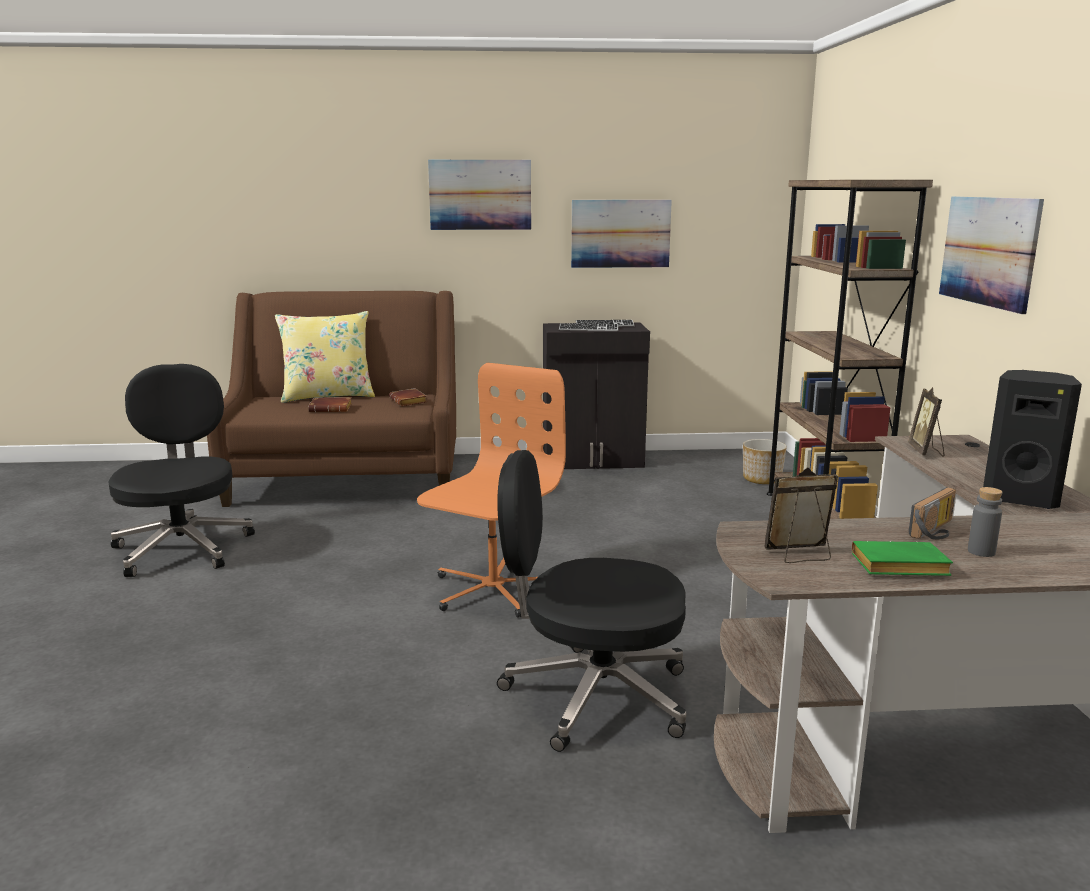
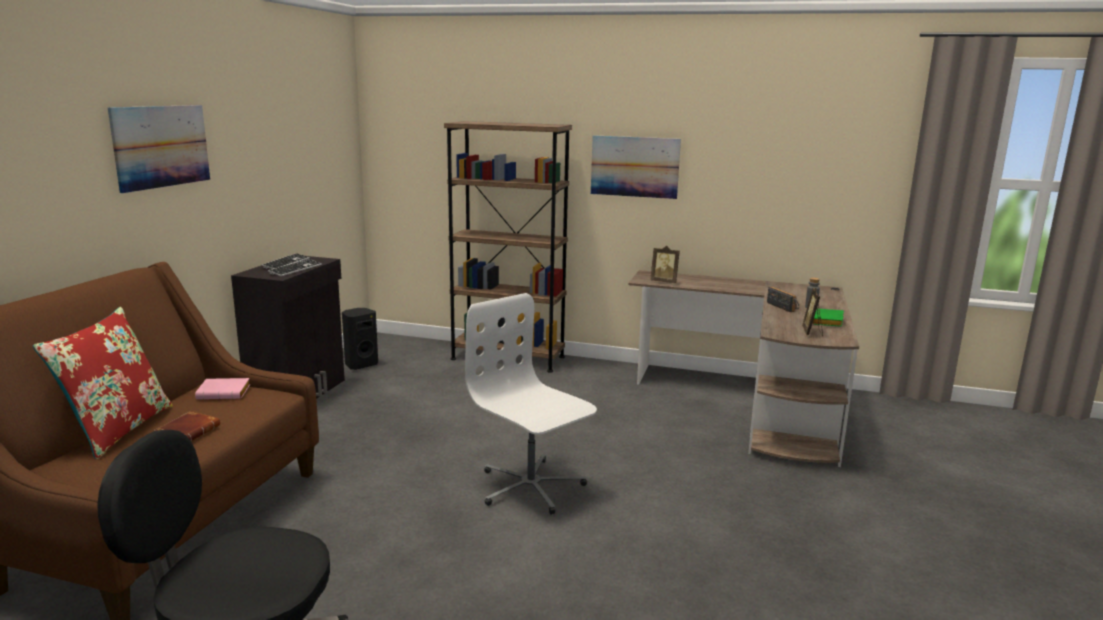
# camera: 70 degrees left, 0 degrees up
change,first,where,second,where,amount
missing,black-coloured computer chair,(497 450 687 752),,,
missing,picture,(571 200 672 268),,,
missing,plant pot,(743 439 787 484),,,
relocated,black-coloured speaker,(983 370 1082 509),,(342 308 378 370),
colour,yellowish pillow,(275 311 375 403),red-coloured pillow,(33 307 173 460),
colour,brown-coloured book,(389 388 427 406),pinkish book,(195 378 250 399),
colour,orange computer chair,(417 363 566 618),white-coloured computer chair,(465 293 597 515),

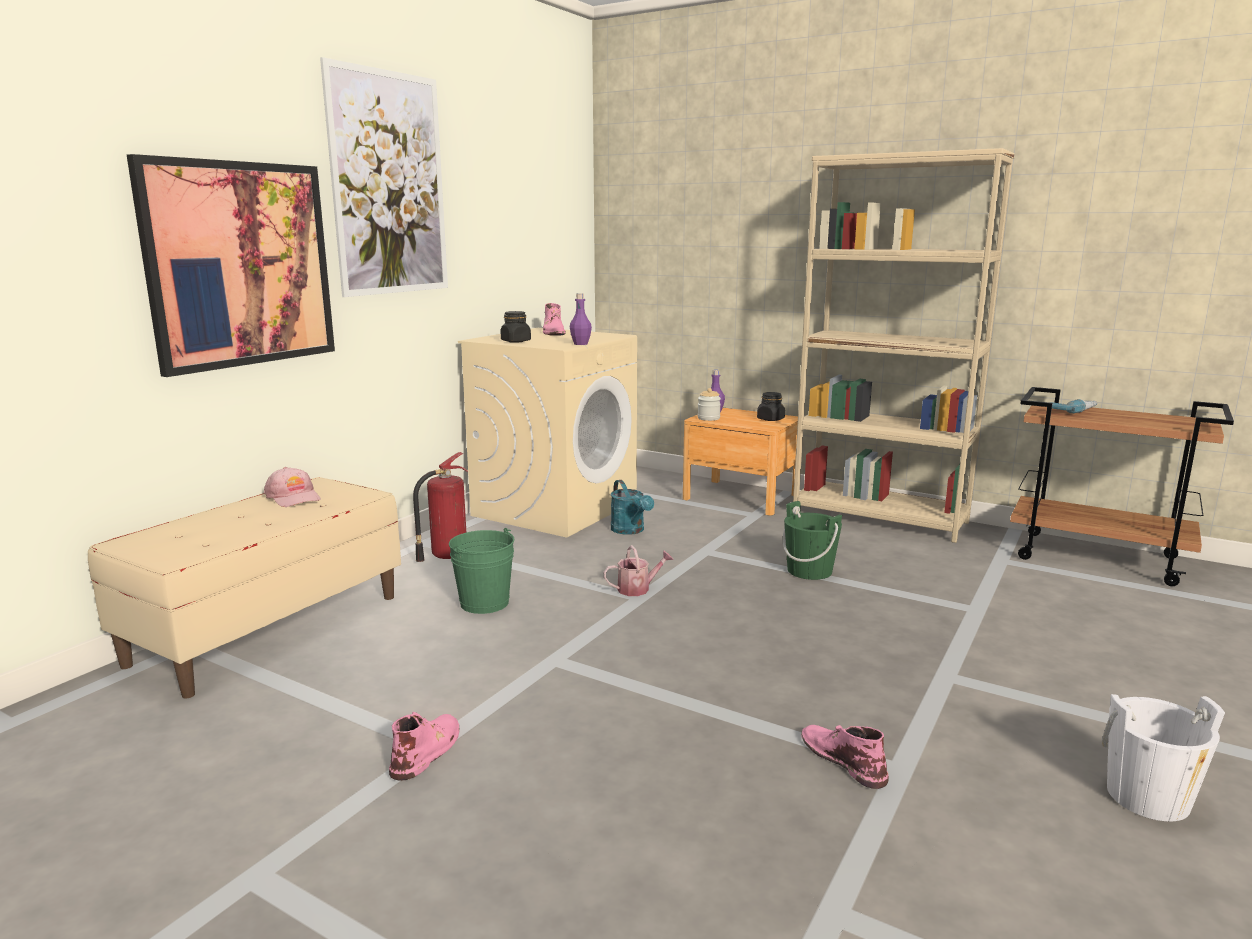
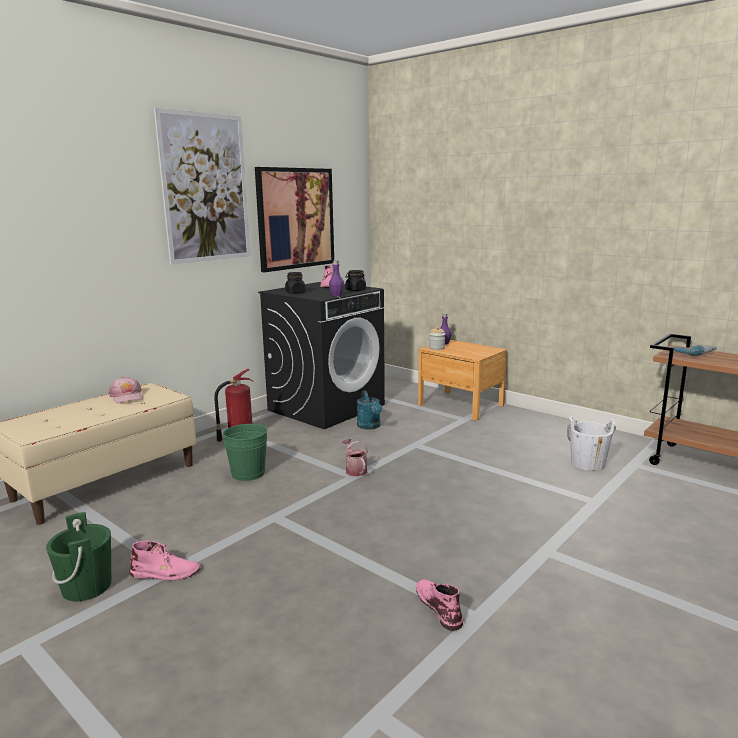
# camera: 10 degrees right, 0 degrees up
change,first,where,second,where,amount
missing,beige-coloured bookshelf,(793 148 1015 543),,,
relocated,picture,(127 154 335 377),,(255 167 334 272),
relocated,black-coloured storage jar,(757 392 785 421),,(345 270 366 291),
relocated,greenish bucket,(783 501 842 580),,(46 512 111 601),
relocated,white-coloured bucket,(1102 694 1225 821),,(567 416 616 471),
colour,beige-coloured laundry machine,(458 328 637 537),black-coloured laundry machine,(258 282 385 429),
spun,pinkish high-top boot,(389 712 459 781),,(129 541 201 580),60 degrees clockwise
spun,watering can,(603 545 674 596),,(342 439 368 476),105 degrees counterclockwise

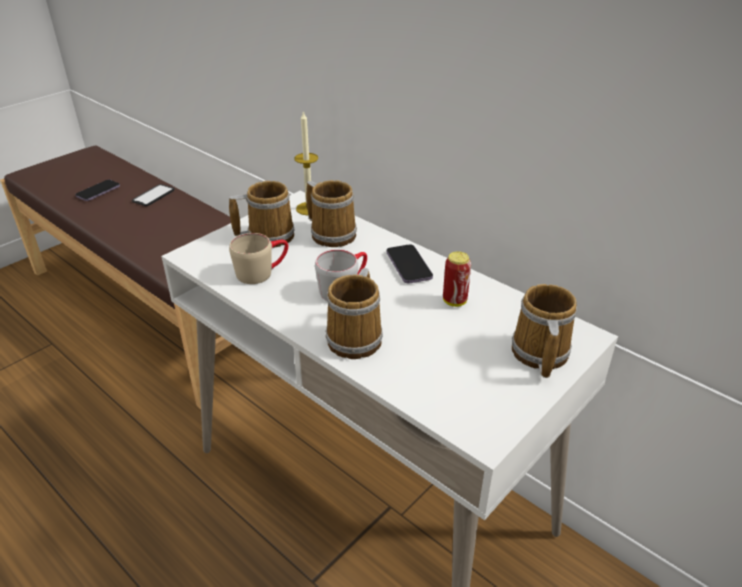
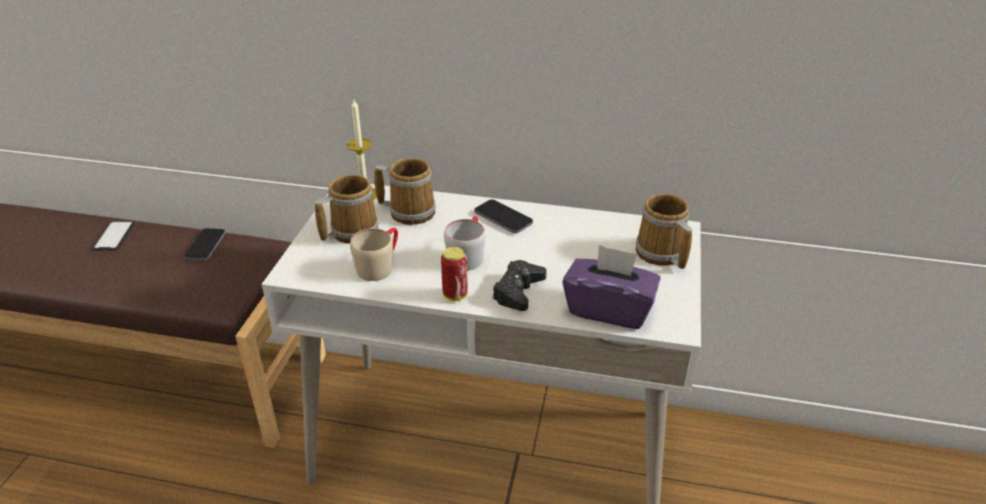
# camera: 30 degrees left, 0 degrees up
change,first,where,second,where,amount
appeared,,,purple-coloured box of tissues,(562 245 660 329),
relocated,handset,(75 180 120 201),,(184 228 226 260),
relocated,sealed can,(443 251 471 307),,(441 247 468 301),
exchanged,coffee mug,(325 268 383 359),black-coloured gamepad,(492 260 547 311),

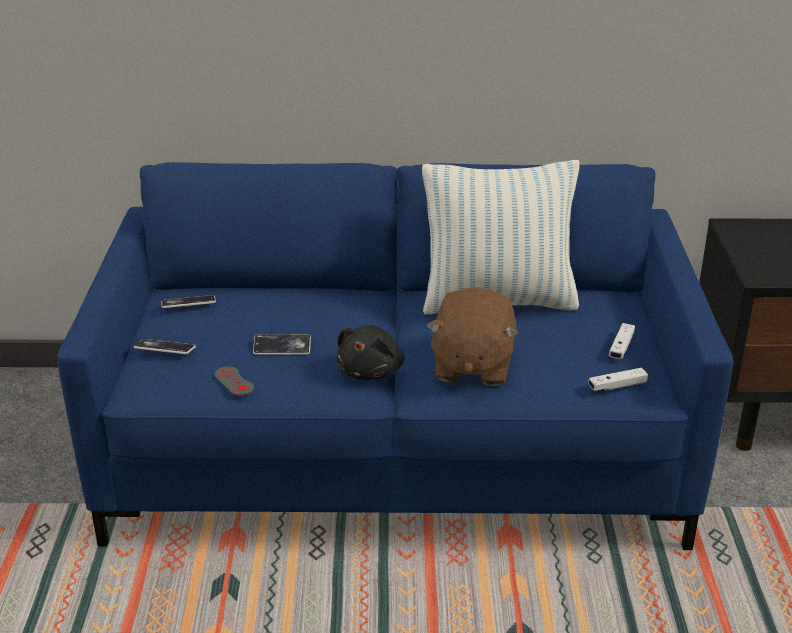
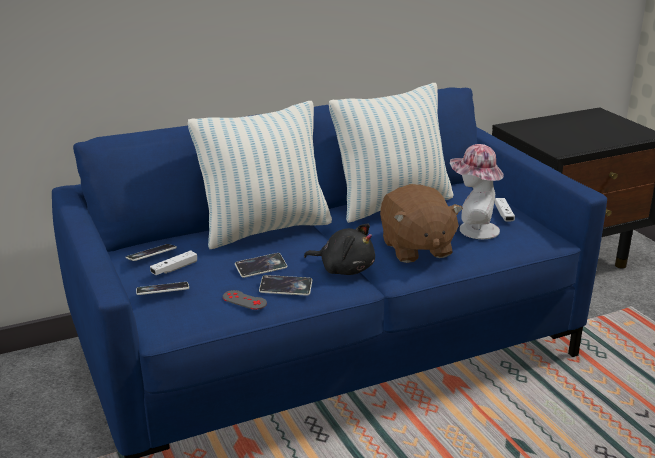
# camera: 25 degrees left, 5 degrees down
change,first,where,second,where,amount
appeared,,,pillow,(188 101 332 249),
appeared,,,handset,(259 275 312 296),
appeared,,,clothing hat,(450 144 504 239),
relocated,white-coloured gamepad,(588 368 648 391),,(150 250 197 275),
spun,black-coloured cuddly toy,(336 325 404 380),,(304 223 375 275),60 degrees counterclockwise

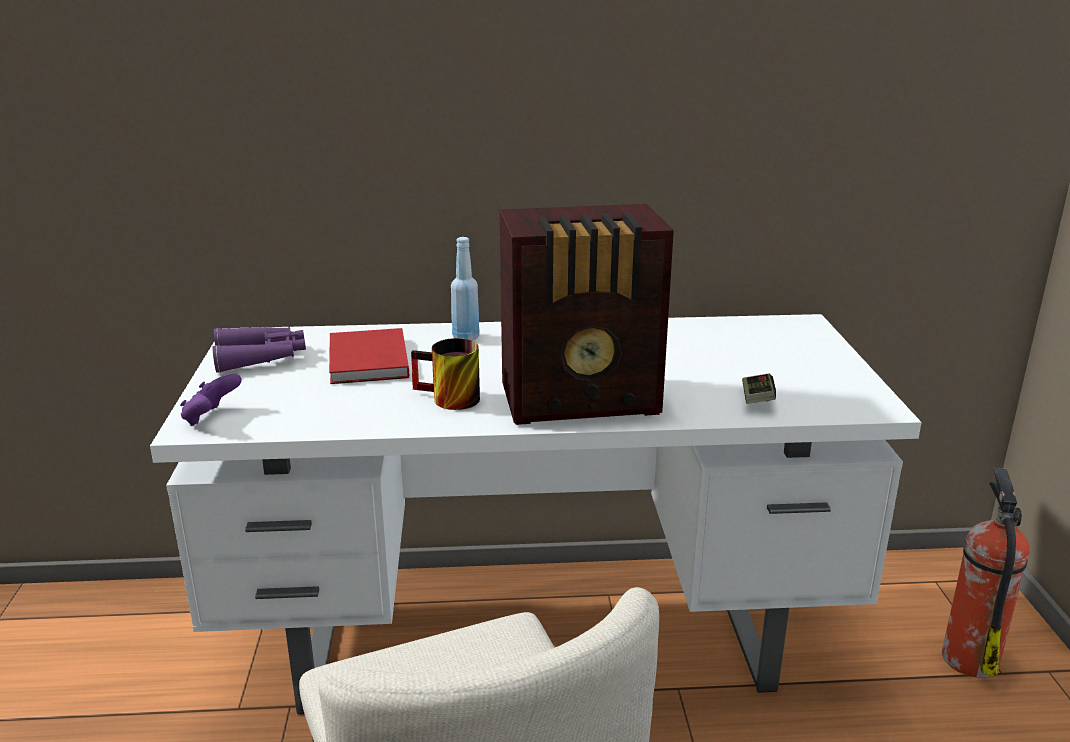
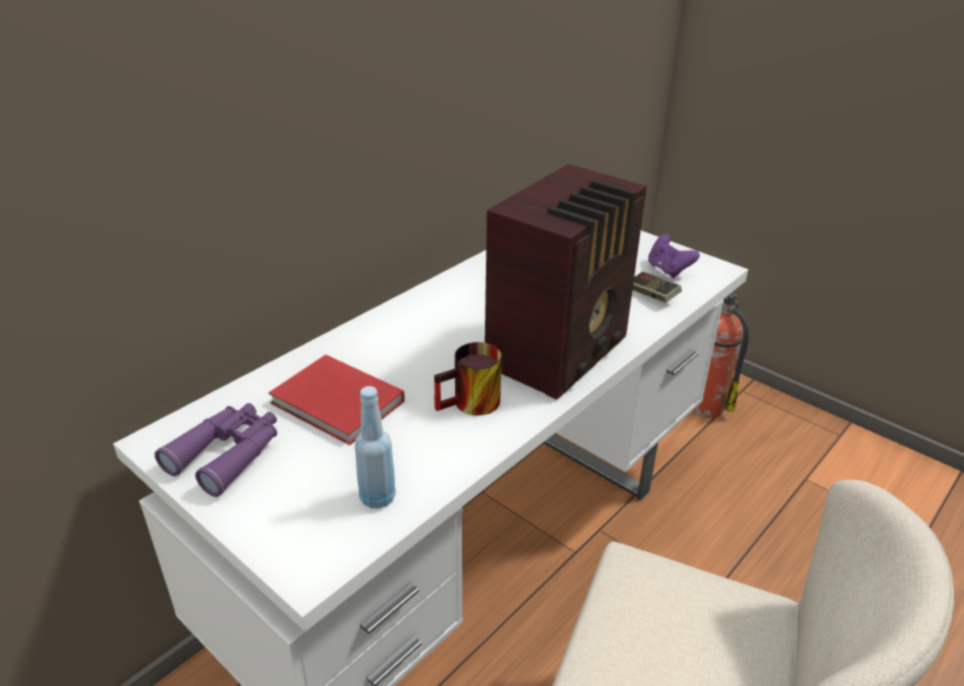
# camera: 45 degrees left, 10 degrees up
change,first,where,second,where,amount
relocated,purple-coloured gamepad,(180 373 242 426),,(648 234 700 278),
relocated,blue-coloured bottle,(451 237 479 340),,(355 386 396 509),

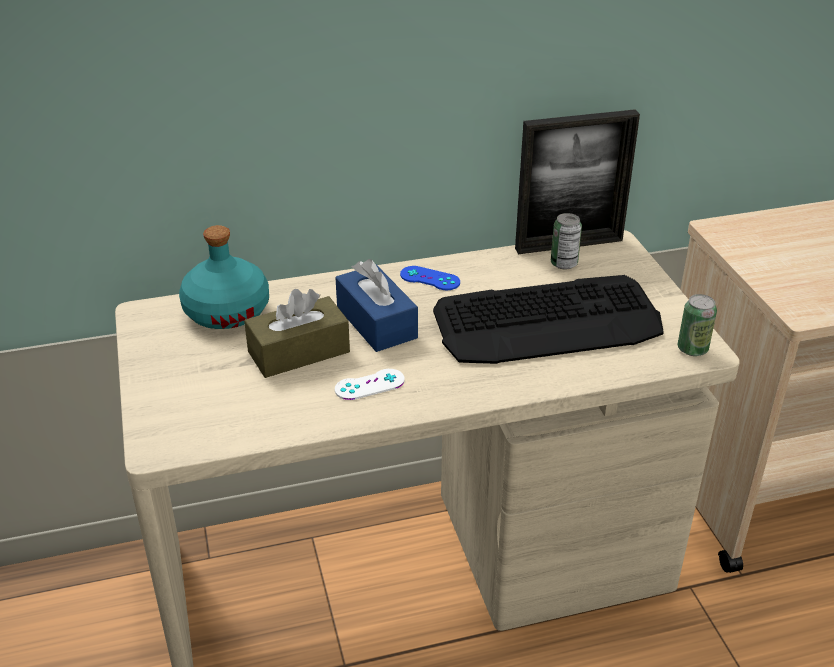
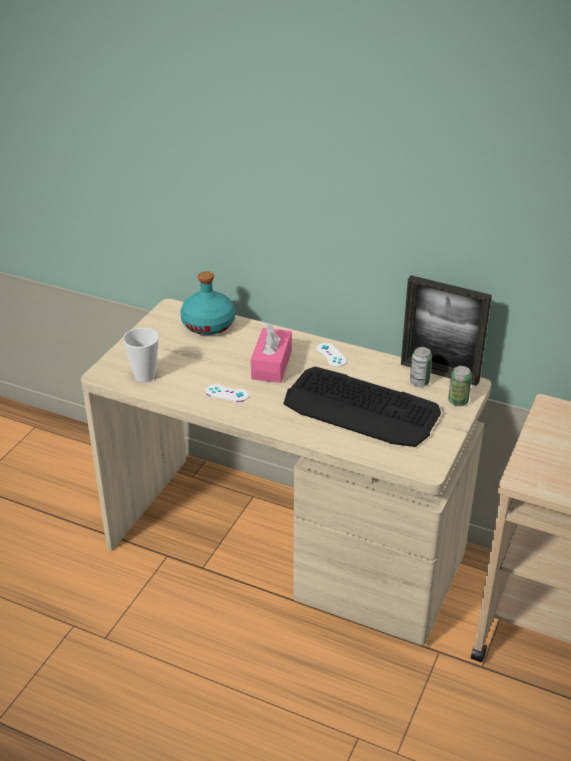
# camera: 40 degrees right, 0 degrees up
change,first,where,second,where,amount
missing,brown-coloured box of tissues,(244 289 350 378),,,
appeared,,,cup,(123 328 159 382),
relocated,sealed can,(678 294 717 356),,(448 366 472 406),
colour,blue-coloured box of tissues,(335 259 418 352),pinkish box of tissues,(251 323 292 383),
colour,blue-coloured gamepad,(400 266 460 290),white-coloured gamepad,(316 343 347 367),

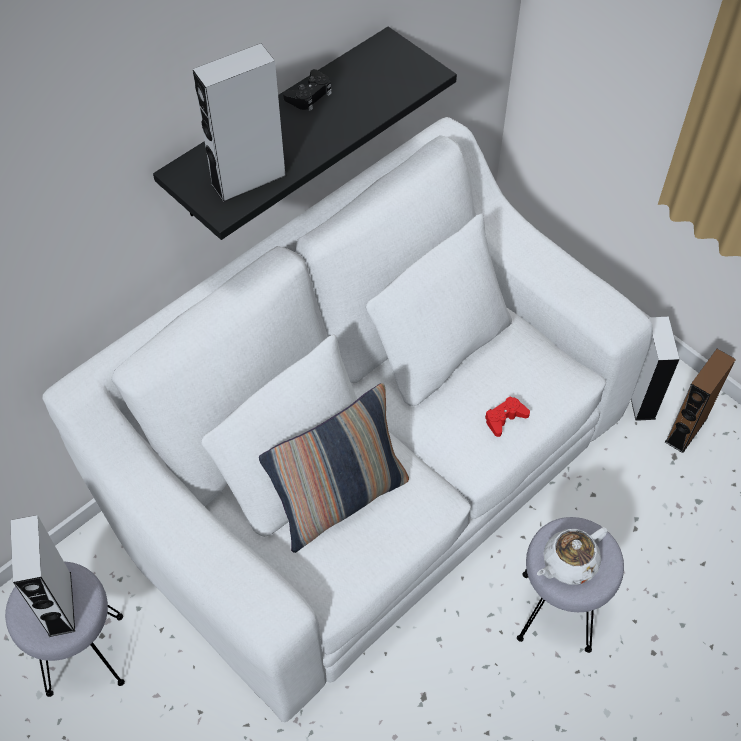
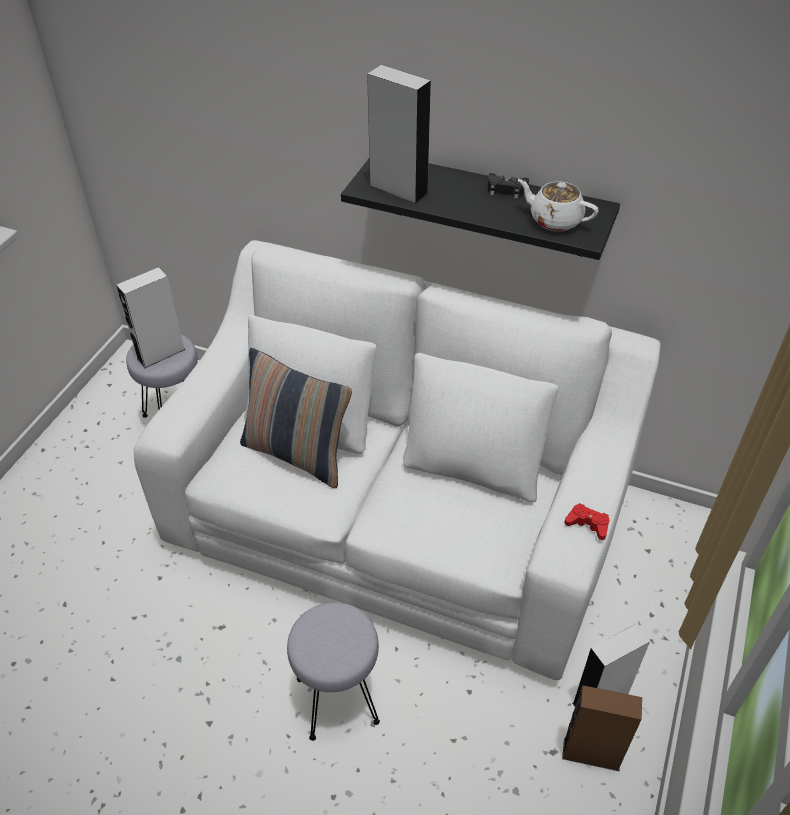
# camera: 65 degrees right, 10 degrees down
change,first,where,second,where,amount
relocated,red-coloured gamepad,(485 396 530 437),,(564 503 609 540),
relocated,white-coloured teapot,(537 527 608 585),,(518 179 599 231),

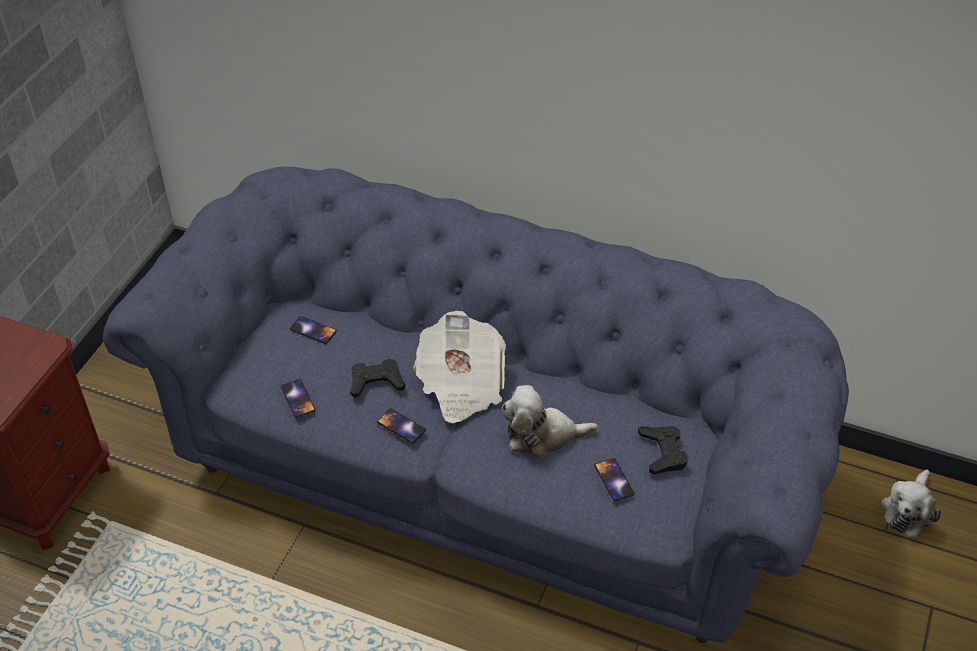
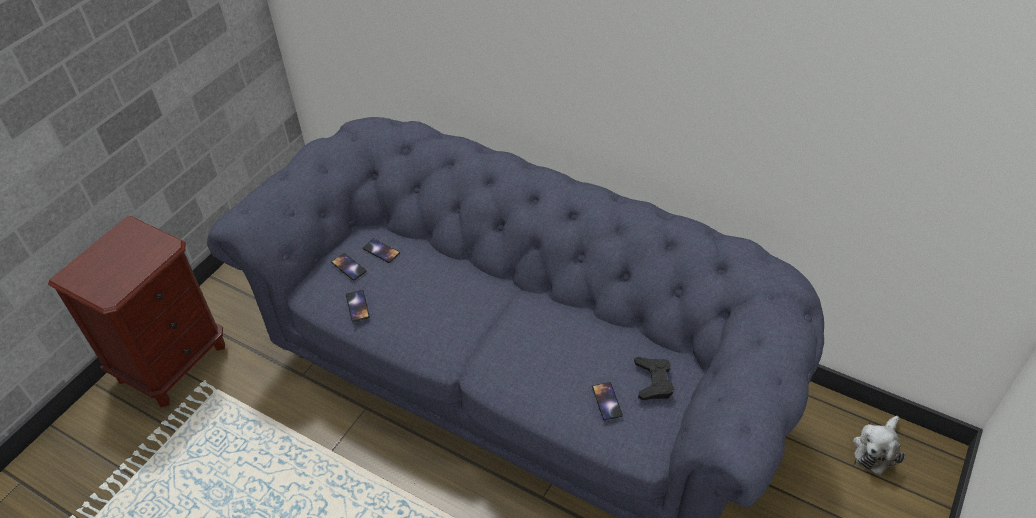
# camera: 10 degrees right, 0 degrees up
change,first,where,second,where,amount
missing,black-coloured gamepad,(350 359 406 398),,,
missing,newspaper,(413 311 506 424),,,
missing,cuddly toy,(502 385 598 458),,,
relocated,handset,(377 408 426 444),,(331 253 367 280),

